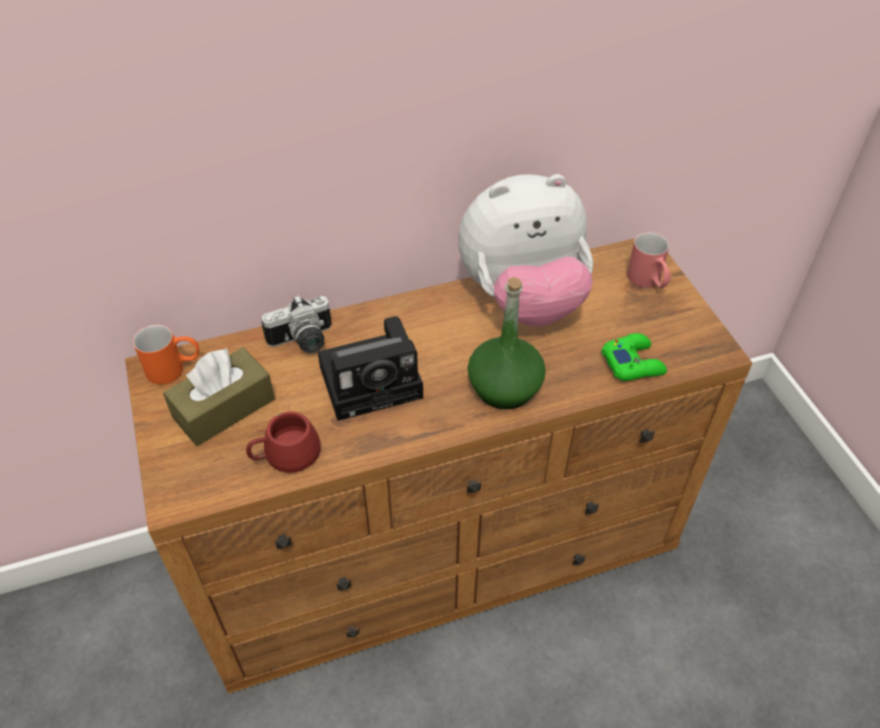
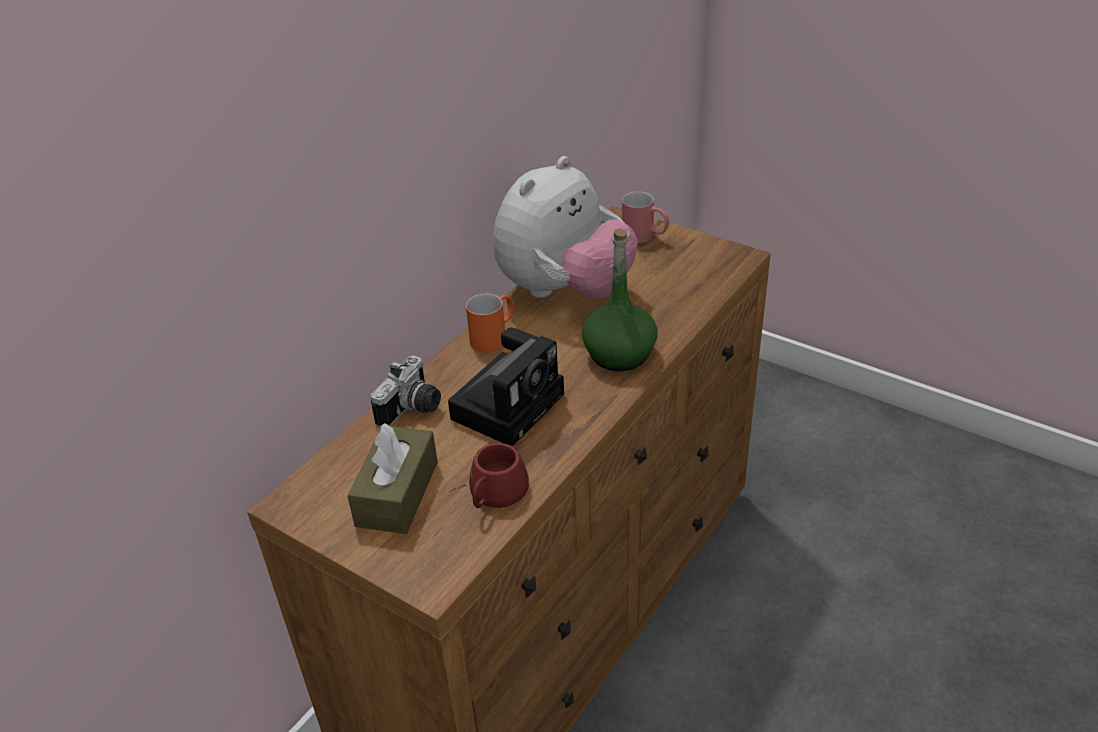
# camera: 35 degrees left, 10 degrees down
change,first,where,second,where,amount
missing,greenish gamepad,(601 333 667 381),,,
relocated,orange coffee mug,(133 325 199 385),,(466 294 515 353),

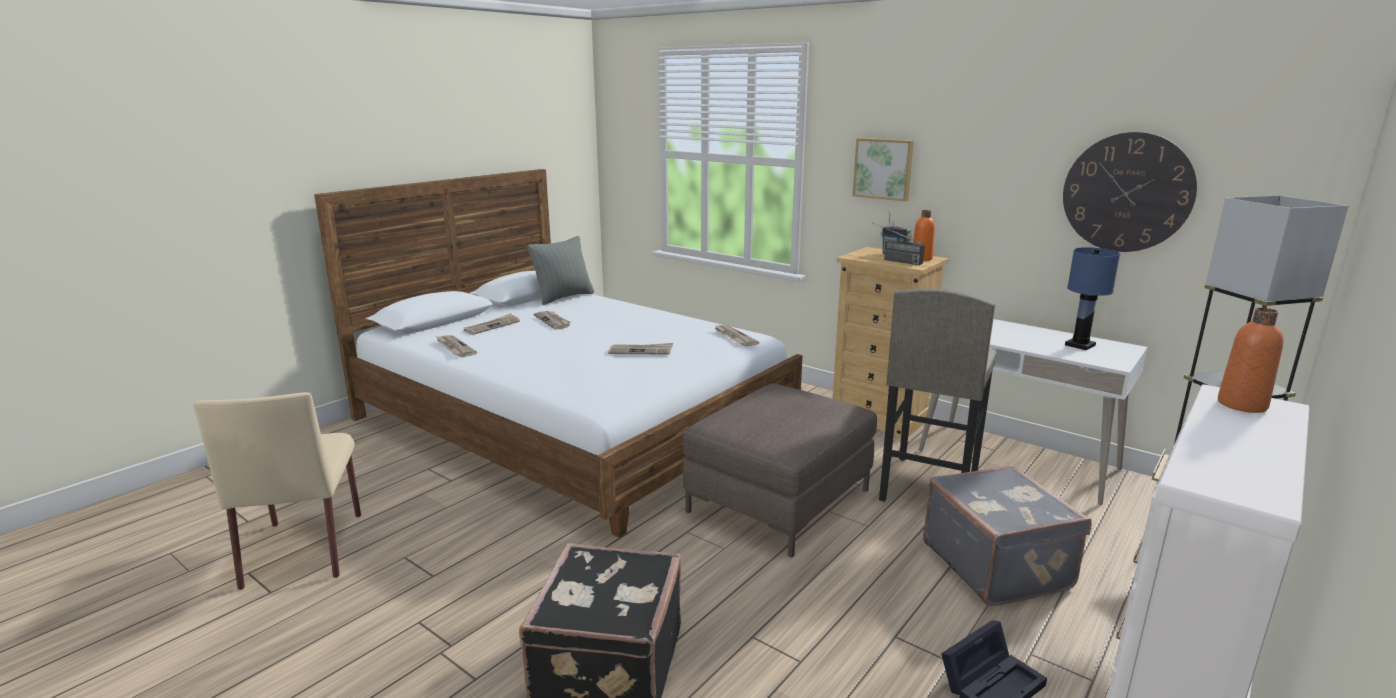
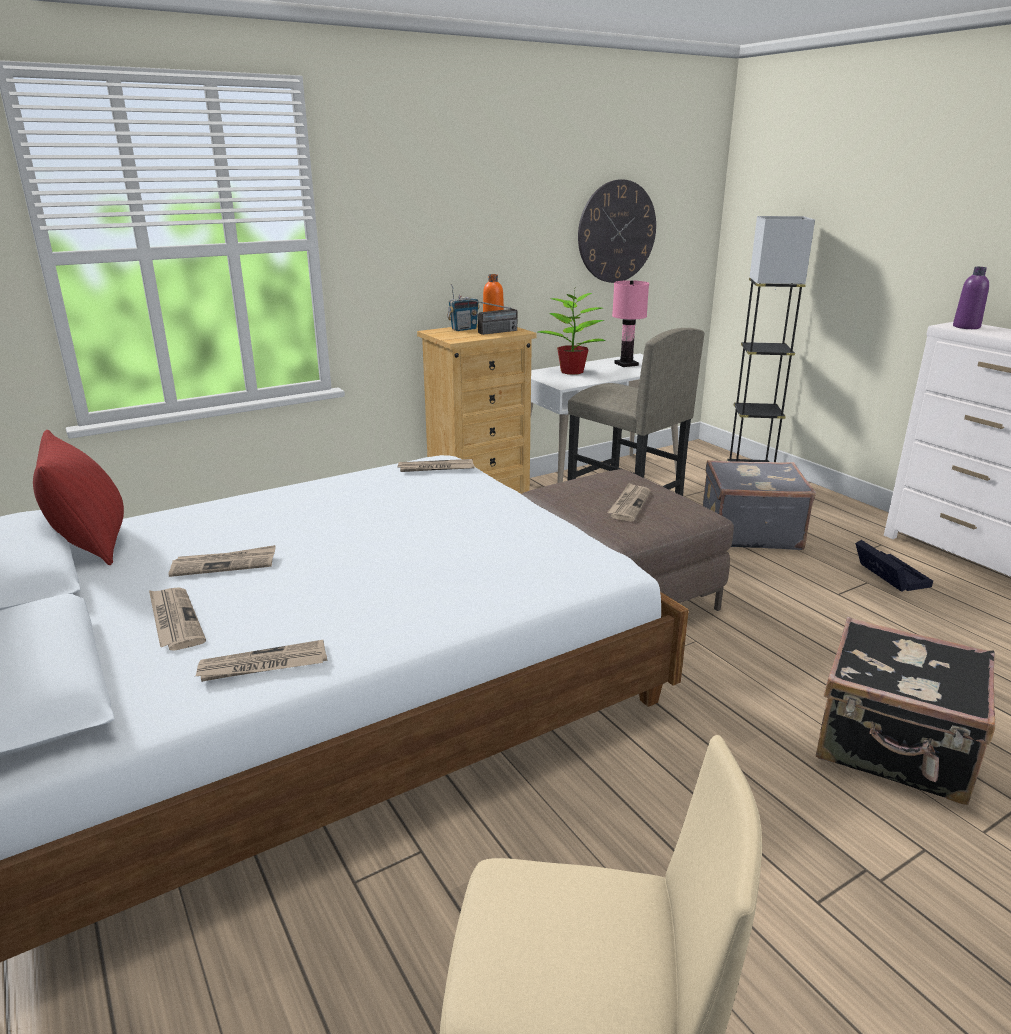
# camera: 70 degrees left, 5 degrees up
change,first,where,second,where,amount
missing,picture,(853 138 914 201),,,
appeared,,,houseplant,(538 289 606 375),
relocated,newspaper,(608 343 673 355),,(607 483 651 522),
colour,gray pillow,(527 236 594 305),red-coloured pillow,(33 430 124 565),
colour,blue-coloured table lamp,(1065 247 1120 350),pinkish table lamp,(612 280 649 367),
colour,orange bottle,(1218 308 1283 413),purple-coloured bottle,(953 267 989 329),

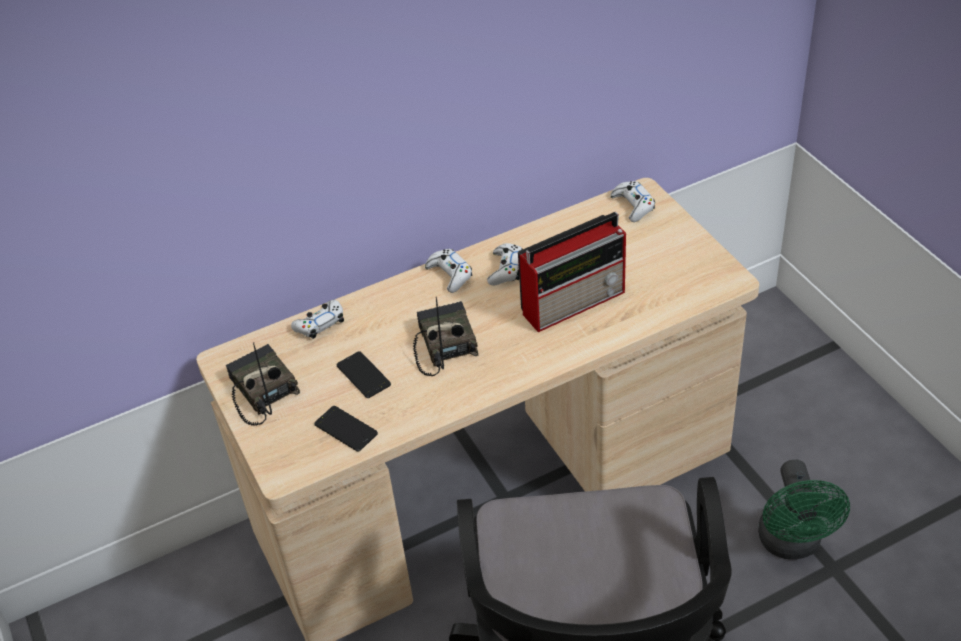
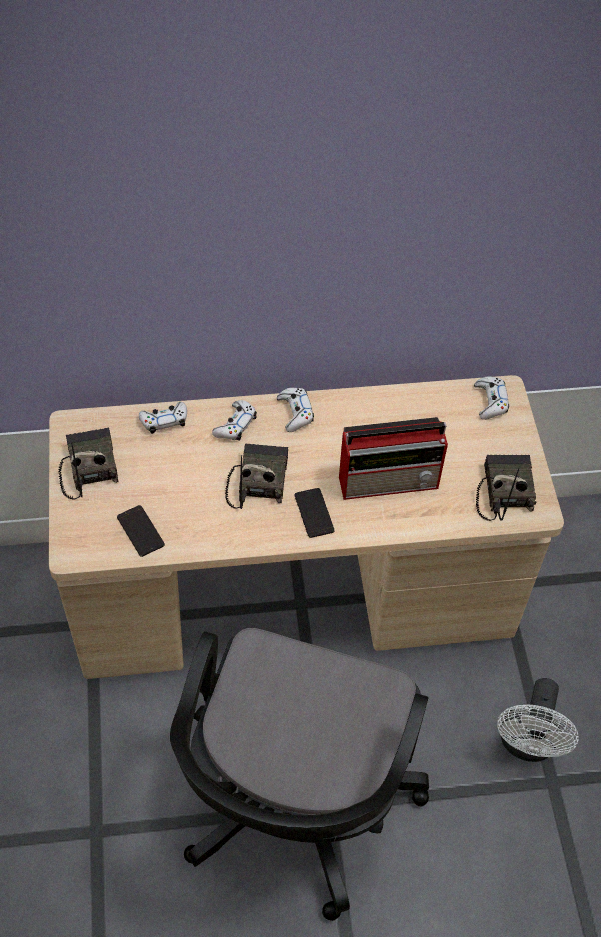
# camera: 15 degrees right, 10 degrees up
change,first,where,second,where,amount
appeared,,,radio receiver,(476 455 536 521),
relocated,handset,(336 351 391 398),,(295 488 335 538),
relocated,white-coloured gamepad,(487 243 523 285),,(212 400 257 441),
colour,greenish electric fan,(758 460 850 559),white-coloured electric fan,(497 678 579 762),

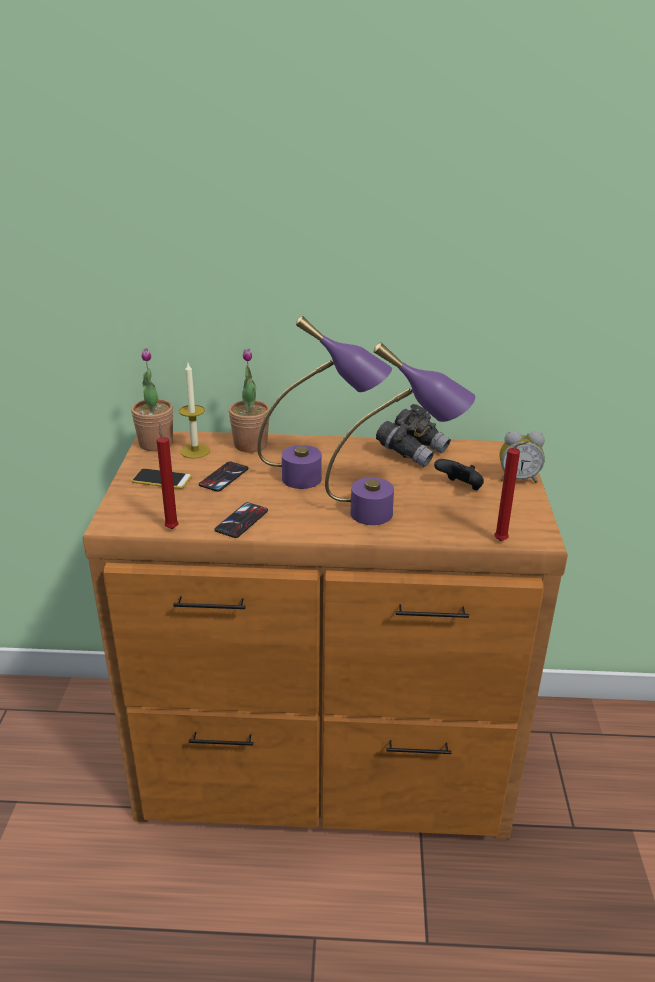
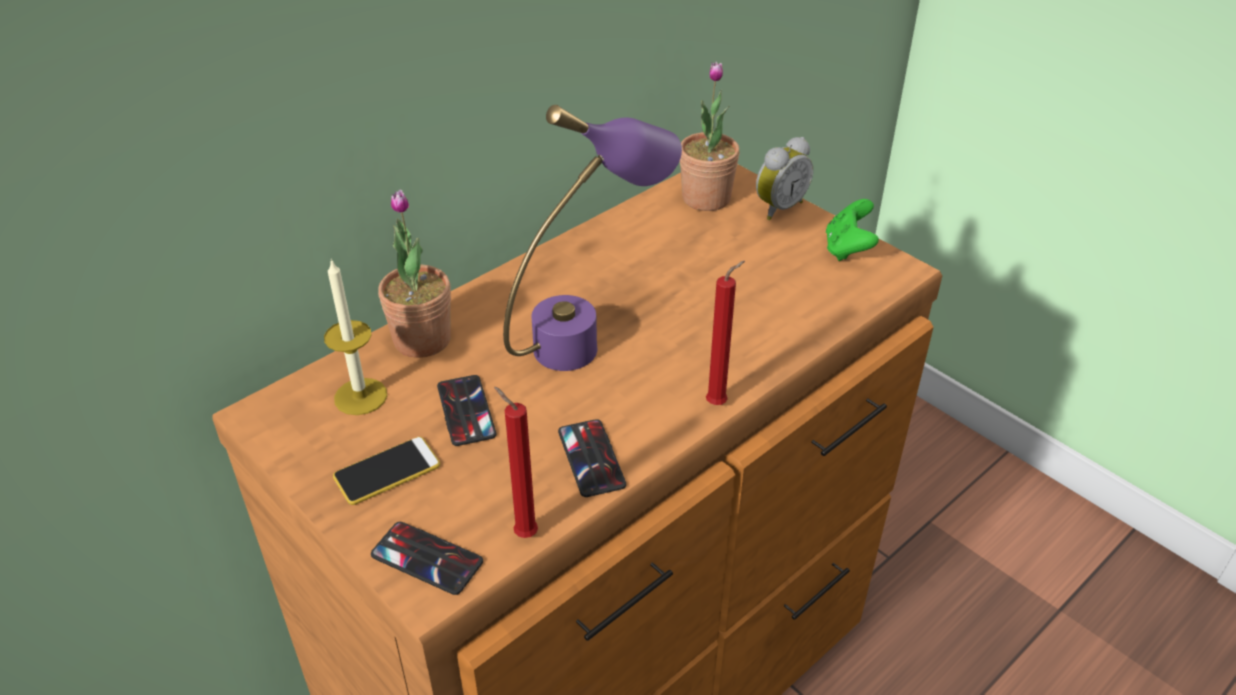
# camera: 45 degrees left, 10 degrees up
change,first,where,second,where,amount
missing,purple-coloured table lamp,(325 342 475 525),,,
missing,gray binoculars,(376 404 451 467),,,
missing,black-coloured gamepad,(434 459 484 490),,,
appeared,,,handset,(371 522 483 595),
appeared,,,greenish gamepad,(826 199 879 261),
relocated,houseplant,(131 348 173 451),,(680 62 740 211),
relocated,red-coloured wax light,(494 442 528 541),,(706 261 745 405),

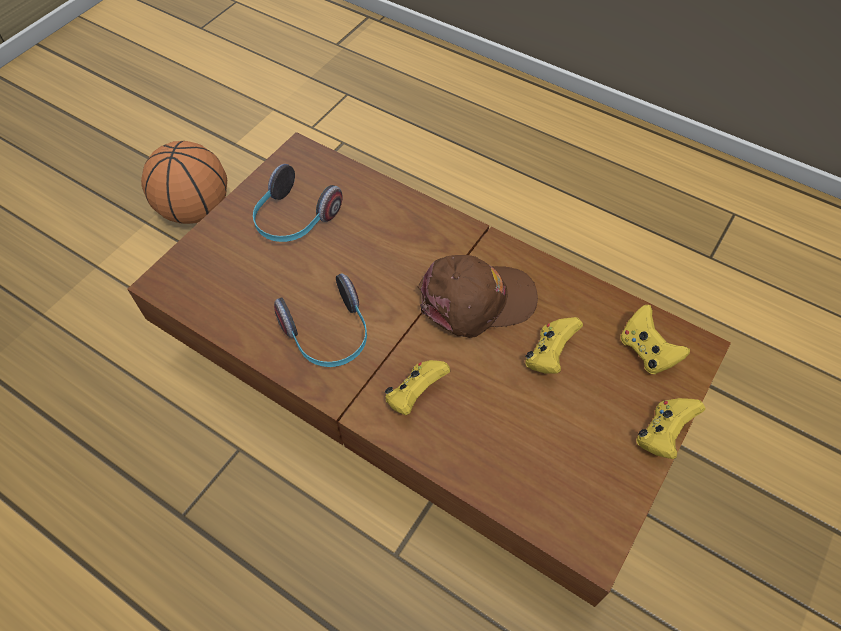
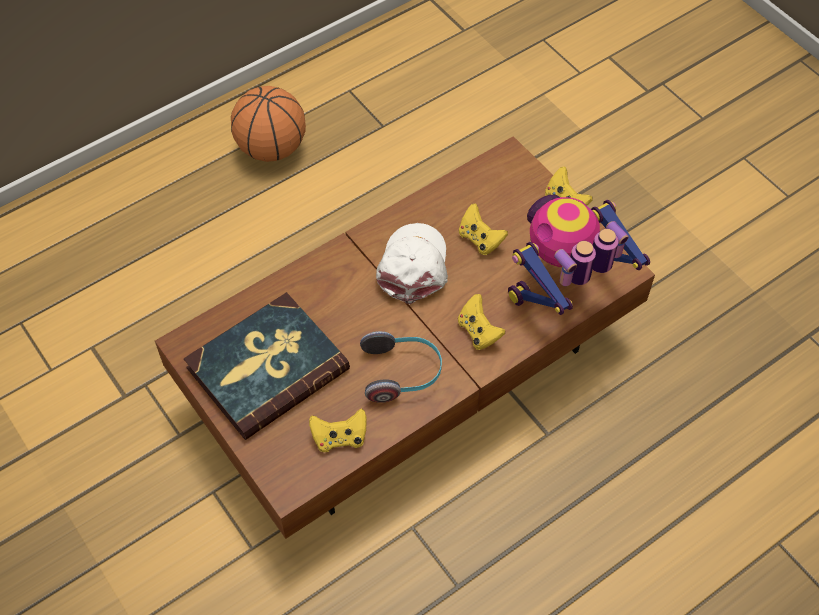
# camera: 70 degrees left, 0 degrees up
change,first,where,second,where,amount
appeared,,,robot figure,(508 195 650 315),
relocated,basketball,(141 141 227 224),,(231 86 306 162),
relocated,yellowish gamepad,(620 305 690 375),,(309 408 367 452),
exchanged,pair of headphones,(253 164 343 242),book,(184 292 350 440),
colour,brown-coloured peaked cap,(418 255 538 338),white-coloured peaked cap,(376 223 448 304),

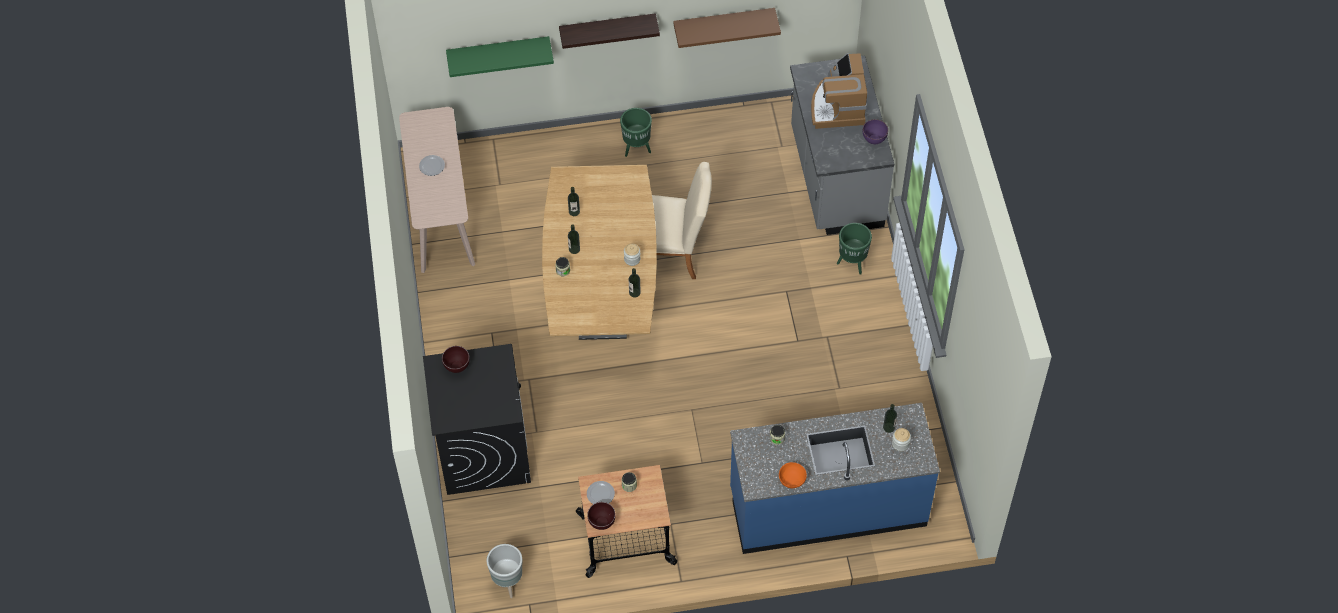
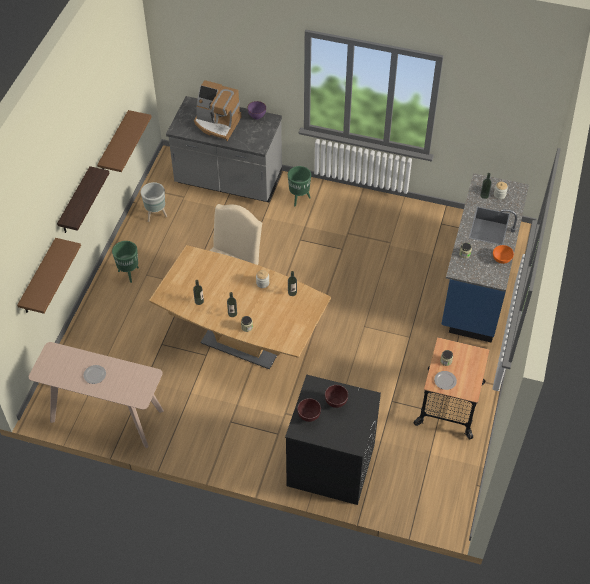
# camera: 65 degrees left, 5 degrees down
change,first,where,second,where,amount
relocated,gray plant pot,(487 544 522 598),,(141 182 167 222),
relocated,brown-coloured serving bowl,(587 502 616 530),,(325 385 348 408),
colour,greenish wall shelf,(446 36 554 77),brown-coloured wall shelf,(17 238 81 314),

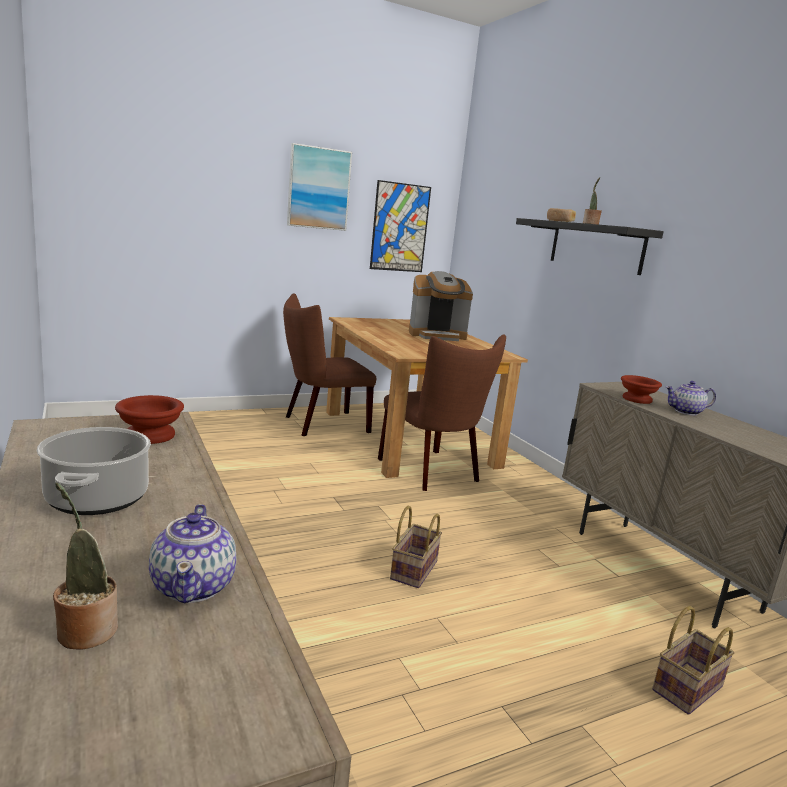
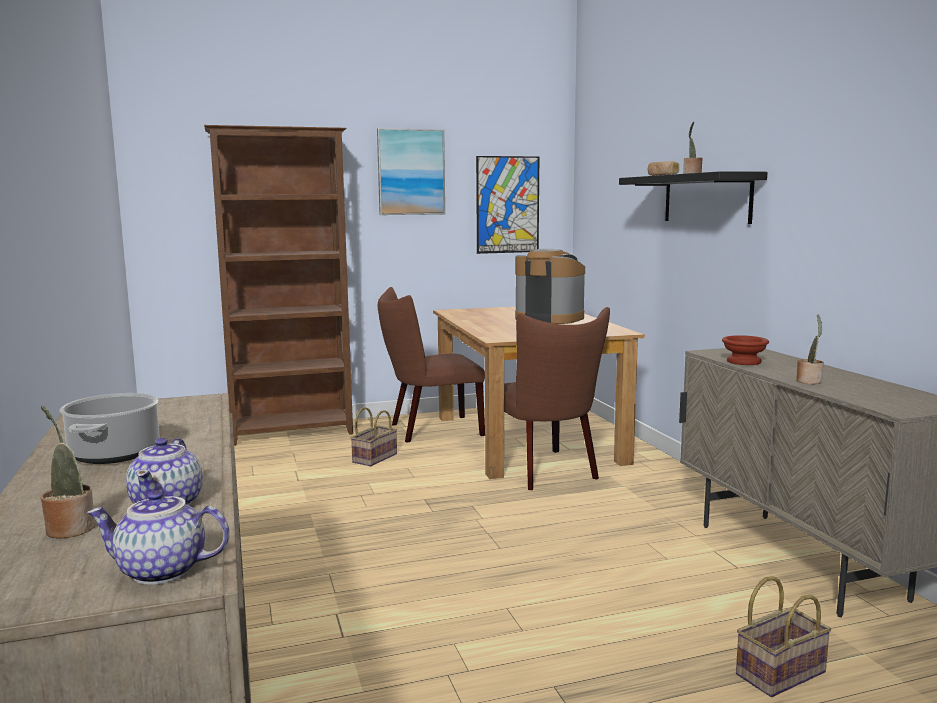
# camera: 10 degrees right, 5 degrees down
change,first,where,second,where,amount
missing,brown-coloured serving bowl,(115 395 184 444),,,
appeared,,,brown-coloured bookshelf,(204 125 353 446),
appeared,,,houseplant,(796 315 824 384),
relocated,household basket,(390 505 442 588),,(350 407 397 466),
relocated,teapot,(666 381 716 415),,(87 490 229 585),
spun,coffee brewer,(409 271 473 341),,(515 248 585 324),150 degrees counterclockwise

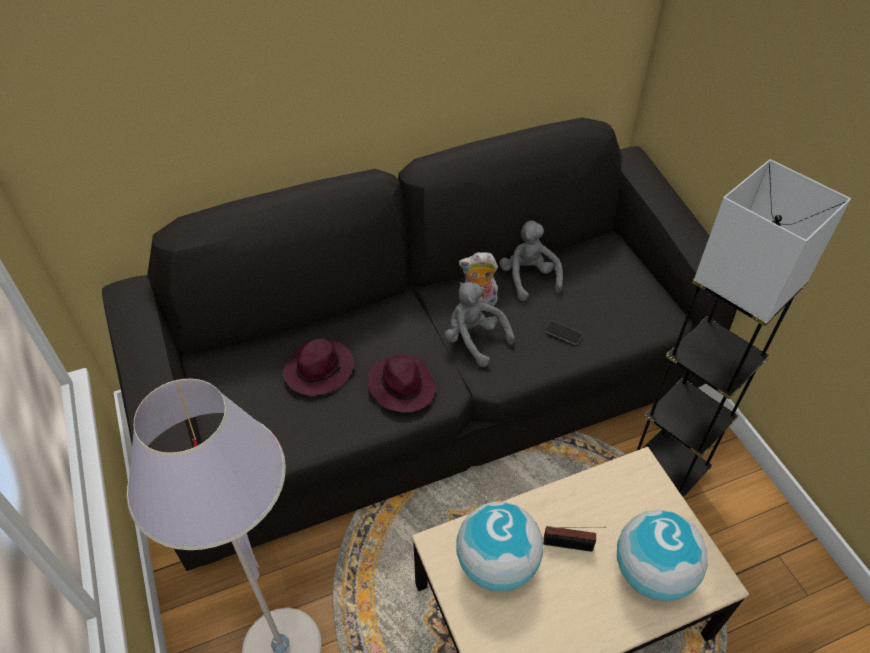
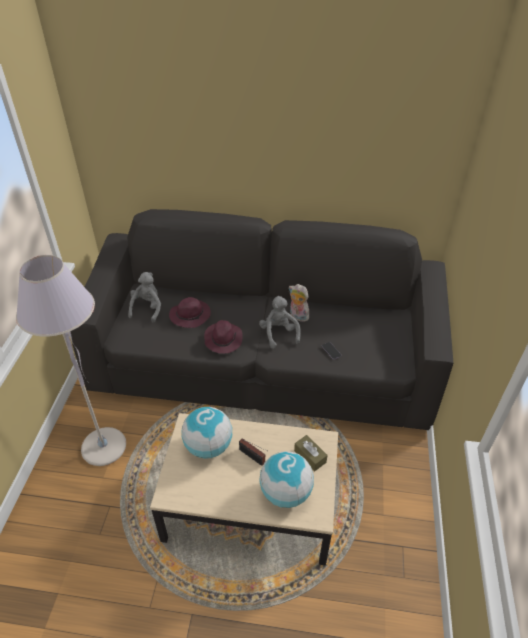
# camera: 30 degrees right, 5 degrees down
change,first,where,second,where,amount
missing,gray floor lamp,(636 159 851 498),,,
appeared,,,brown-coloured box of tissues,(294 435 328 471),
relocated,gray cuddly toy,(499 220 563 301),,(128 272 161 323),

